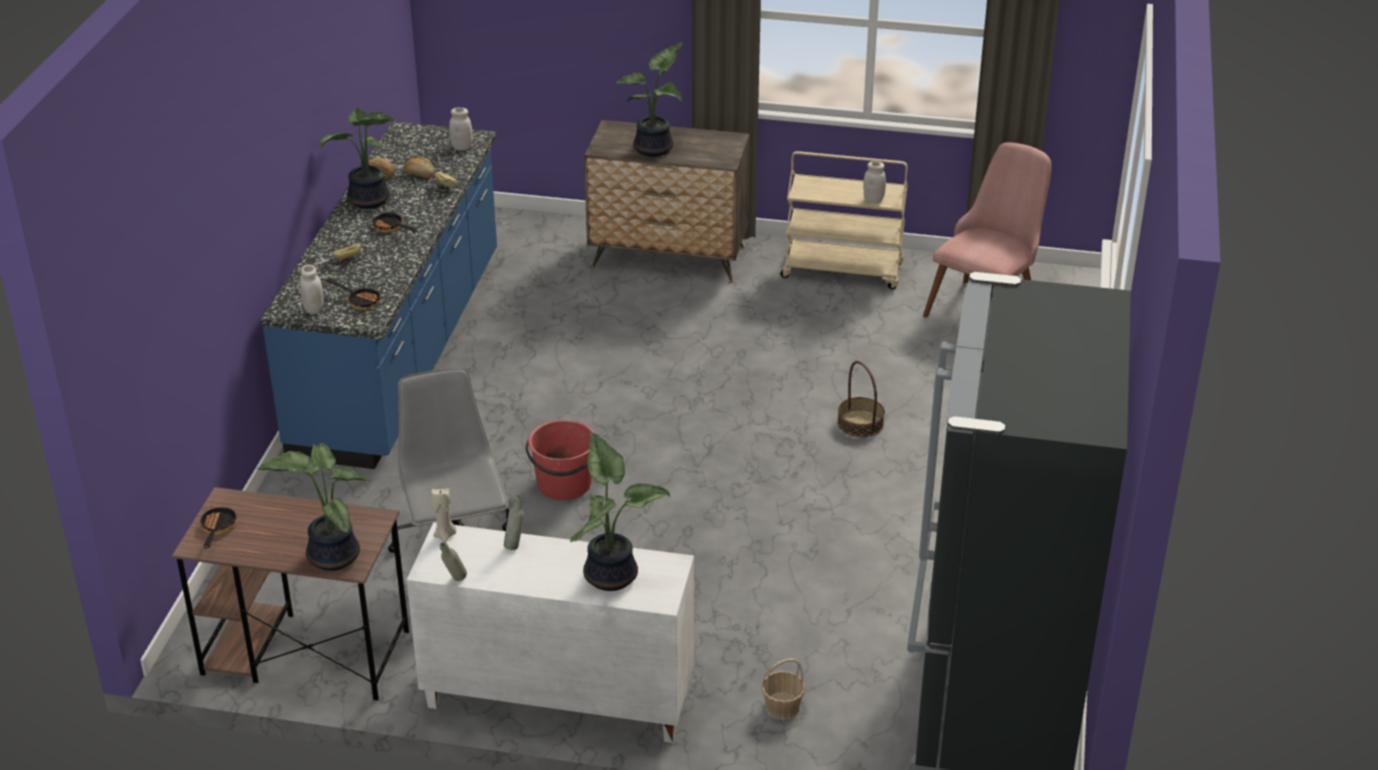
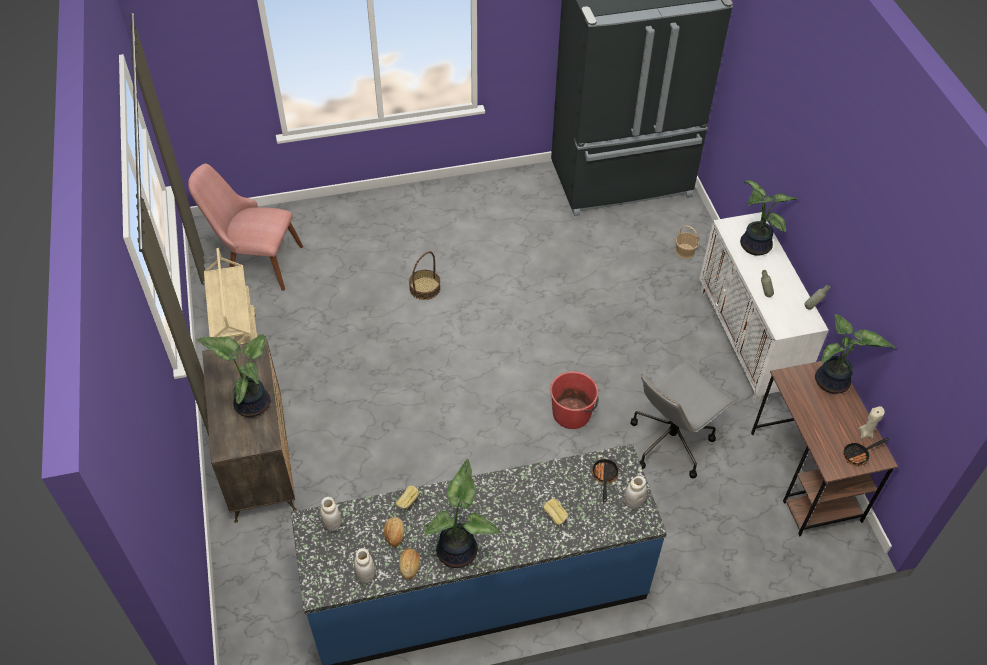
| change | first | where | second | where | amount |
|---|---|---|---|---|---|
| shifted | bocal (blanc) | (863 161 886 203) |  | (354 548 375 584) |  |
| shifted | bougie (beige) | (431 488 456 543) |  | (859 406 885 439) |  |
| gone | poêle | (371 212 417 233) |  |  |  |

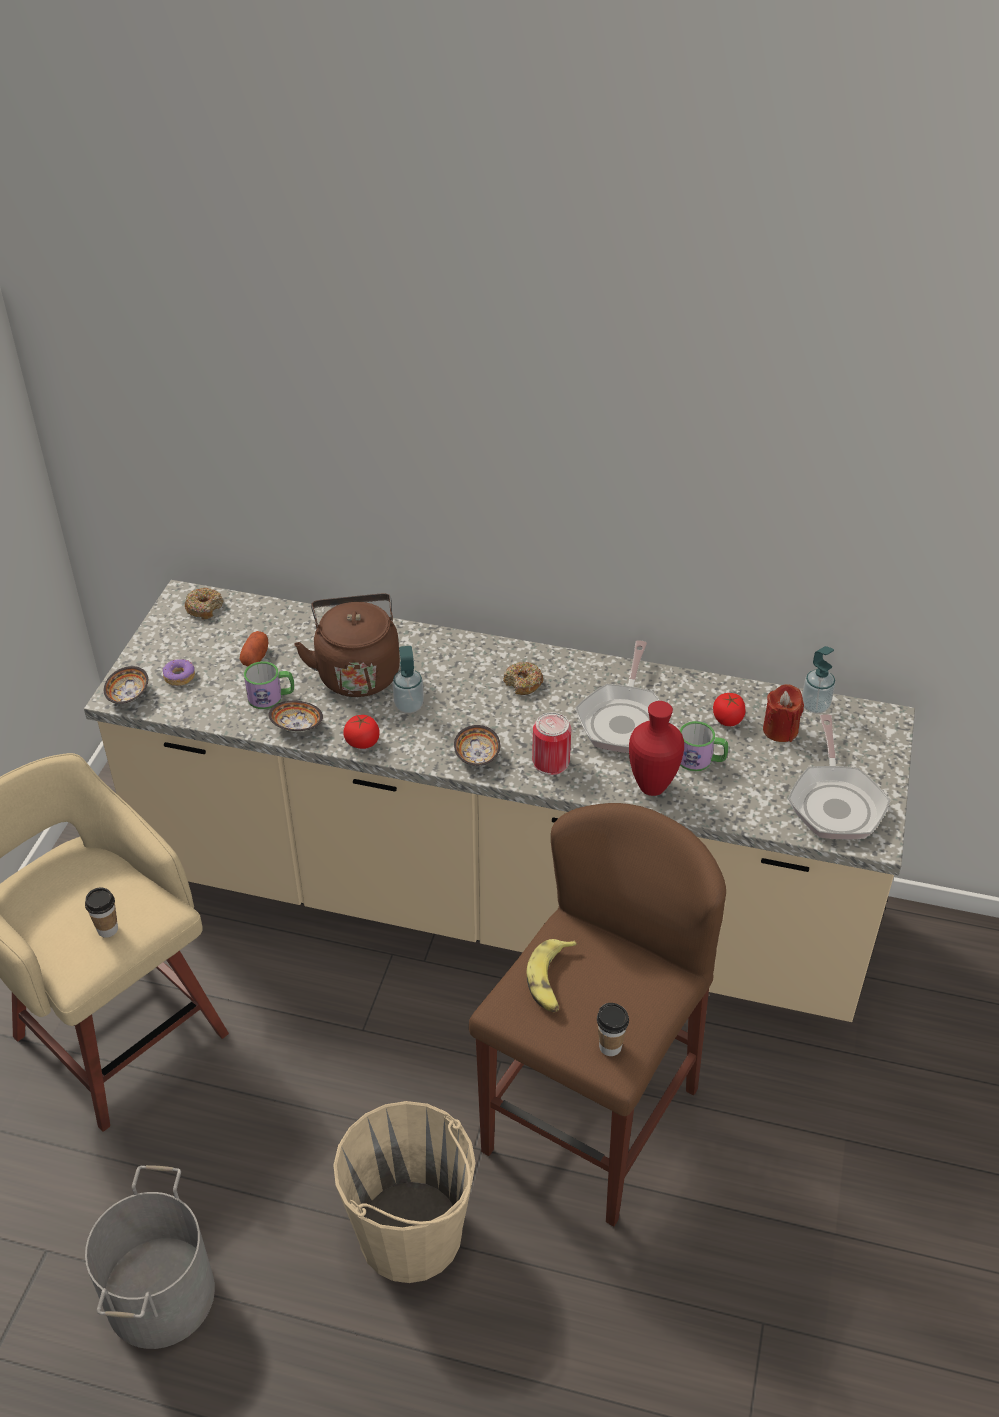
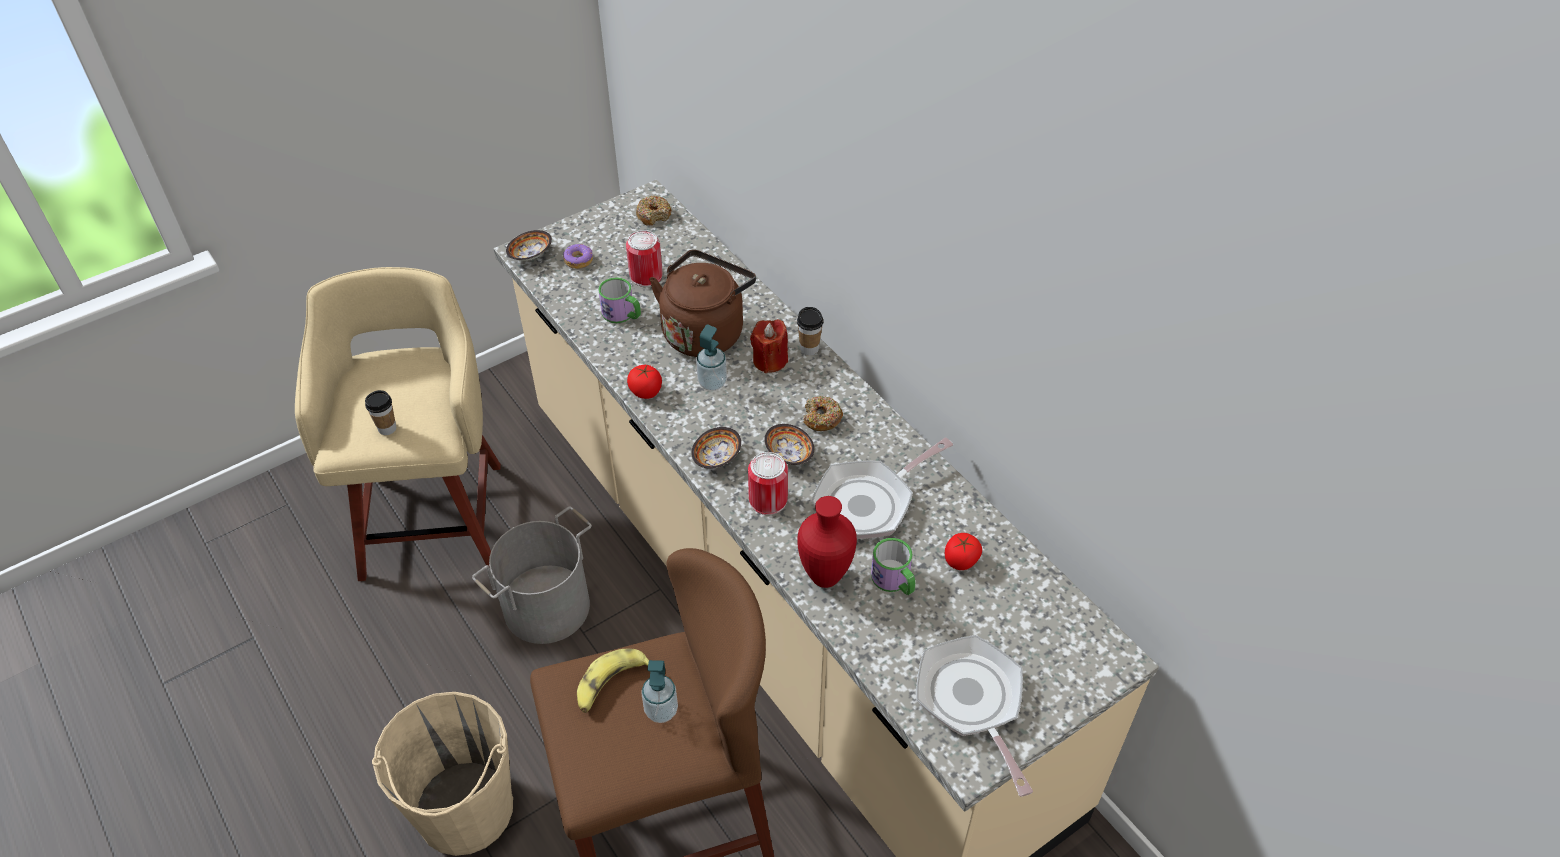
| change | first | where | second | where | amount |
|---|---|---|---|---|---|
| shifted | seau (gris) | (85 1165 215 1349) |  | (472 507 592 644) |  |
| swapped | pomme de terre | (240 631 269 666) | boîte métallique | (626 230 663 287) |  |
| shifted | distributeur de savon | (802 646 836 714) |  | (641 660 678 723) |  |
| shifted | bougie (rouge) | (763 684 804 742) |  | (750 319 788 373) |  |
| shifted | bol | (269 701 323 732) |  | (764 424 814 465) |  |
| shifted | tasse | (597 1003 629 1056) |  | (797 307 823 356) |  |
| rotated | poêle | (788 714 891 839) |  | (916 635 1033 797) | 120 degrees clockwise |

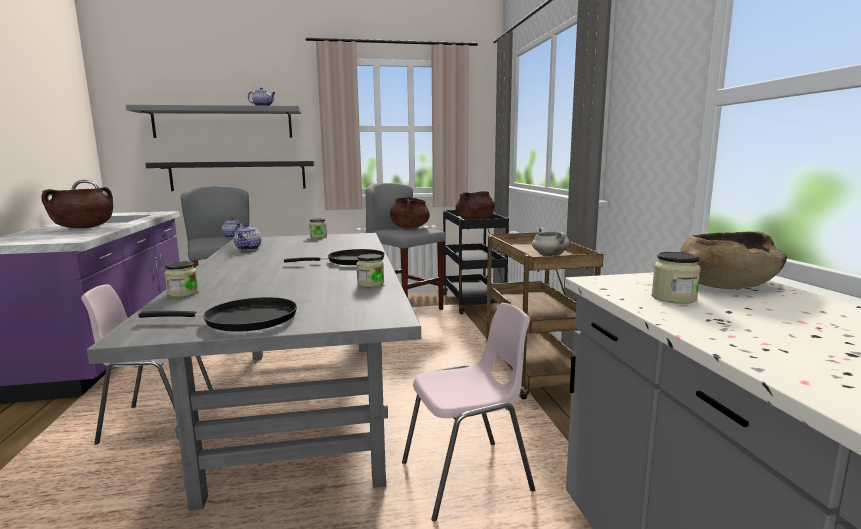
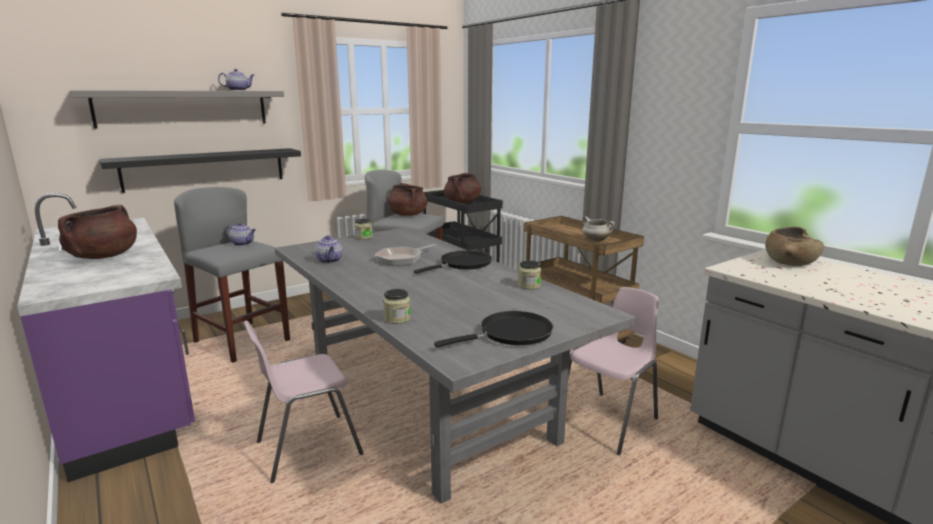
| change | first | where | second | where | amount |
|---|---|---|---|---|---|
| new |  |  | poêle | (374 244 437 266) |  |
| gone | bocal | (651 252 701 304) |  |  |  |

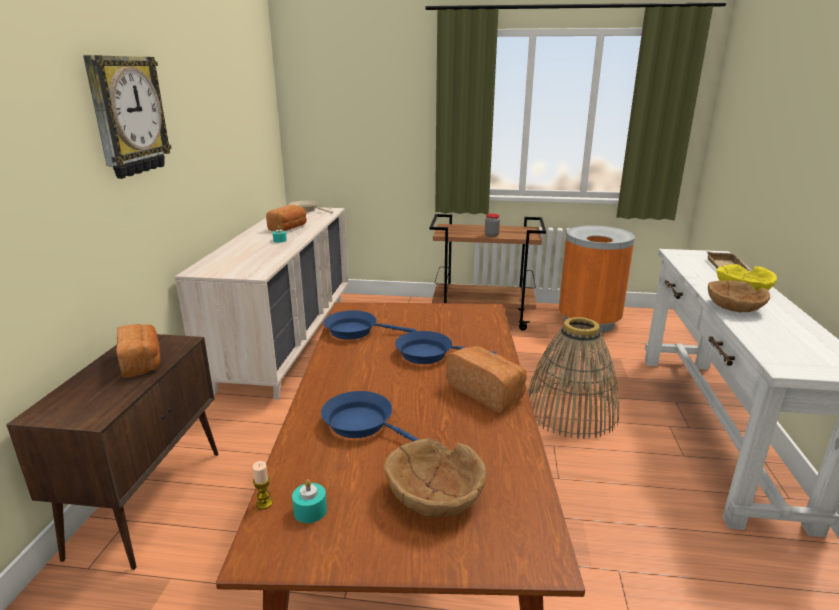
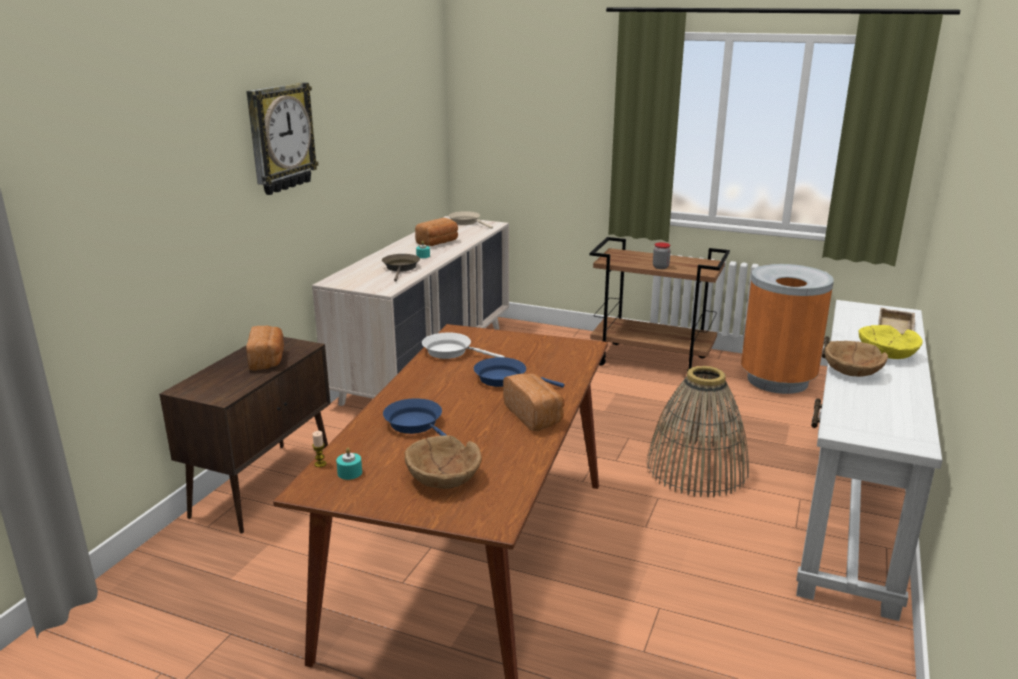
| change | first | where | second | where | amount |
|---|---|---|---|---|---|
| new |  |  | poêle (marron) | (382 254 420 282) |  |
| repainted | poêle (bleu) | (324 310 416 340) | poêle (blanc) | (422 332 505 359) |  |

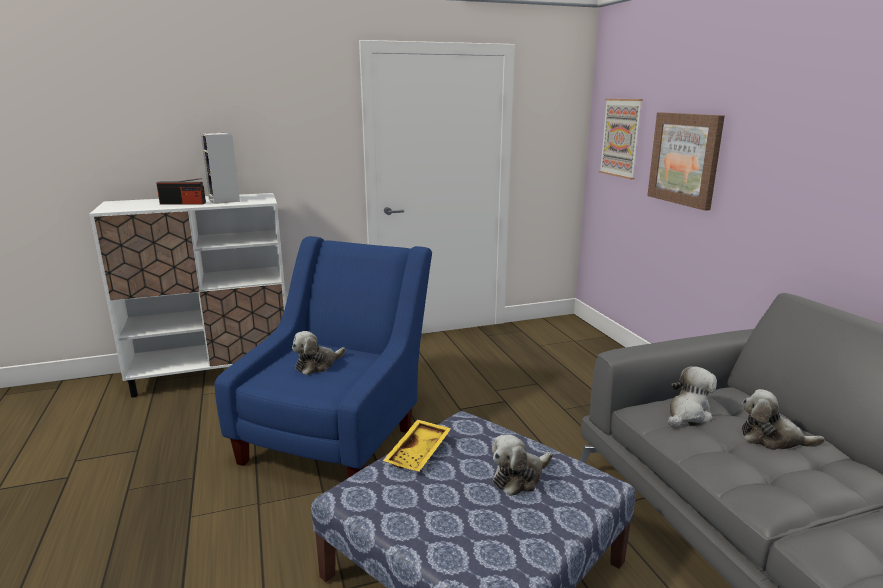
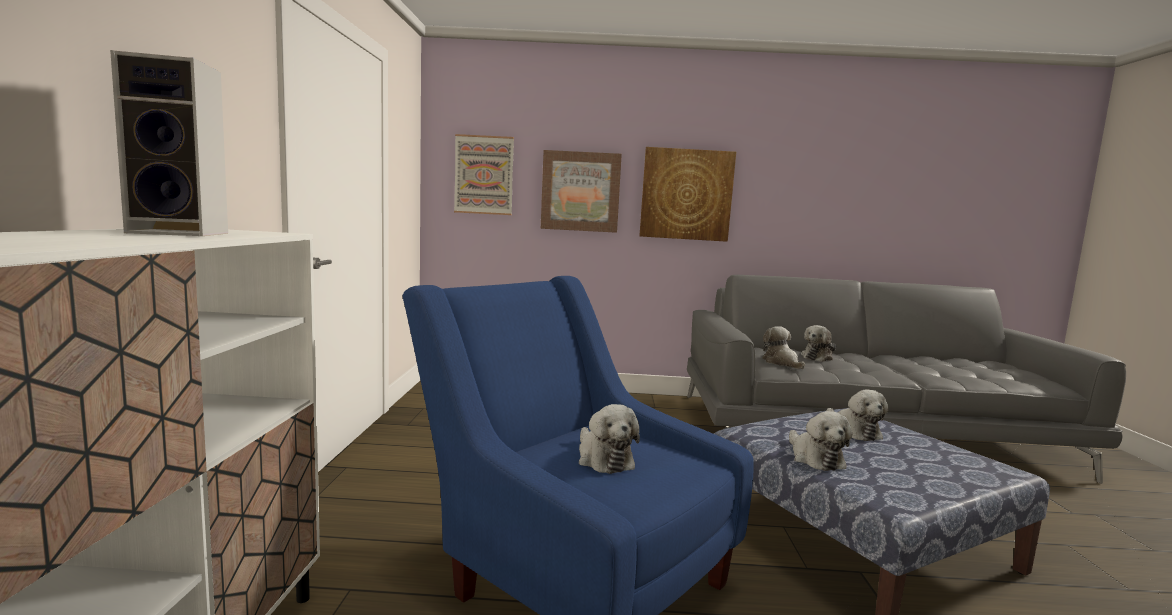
| change | first | where | second | where | amount |
|---|---|---|---|---|---|
| new |  |  | tableau | (639 147 736 242) |  |
| swapped | plateau (jaune) | (383 419 452 472) | peluche | (789 411 852 471) |  |
| gone | radio | (156 178 206 204) |  |  |  |

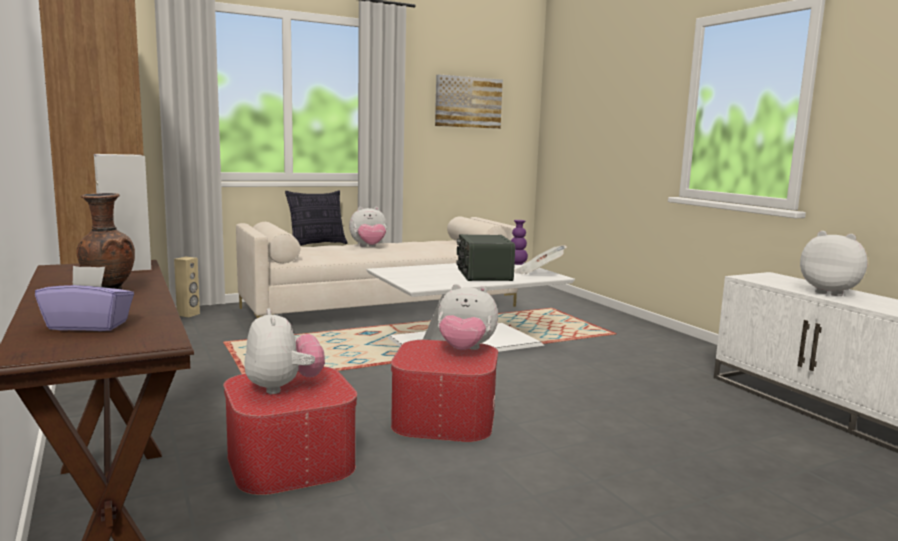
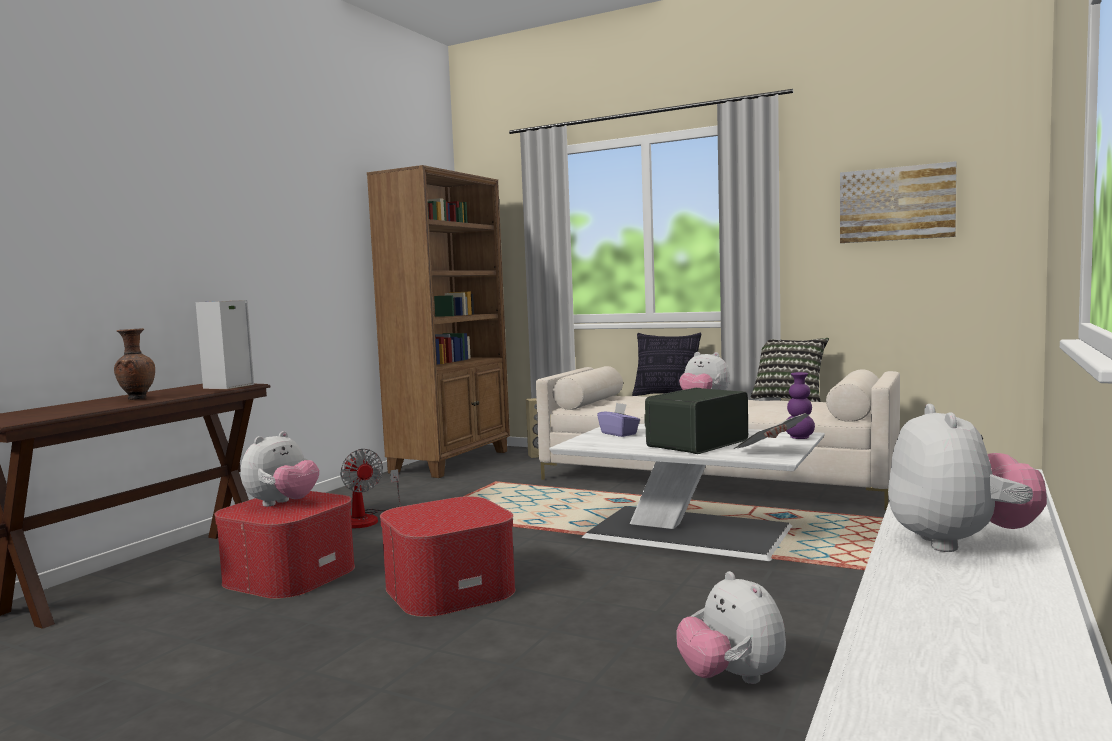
| change | first | where | second | where | amount |
|---|---|---|---|---|---|
| new |  |  | ventilateur | (340 449 401 528) |  |
| shifted | boîte à mouchoirs (violet) | (35 266 134 331) |  | (597 403 640 437) |  |
| shifted | peluche | (438 284 498 350) |  | (676 571 786 684) |  |
| new |  |  | coussin | (750 338 829 402) |  |

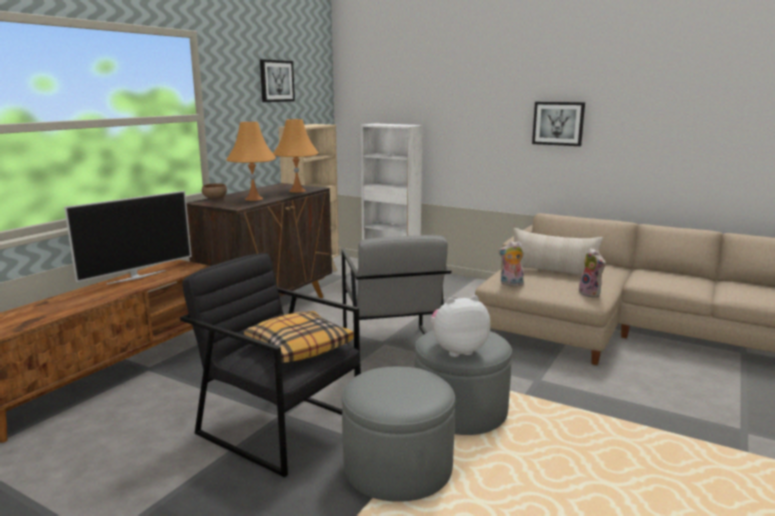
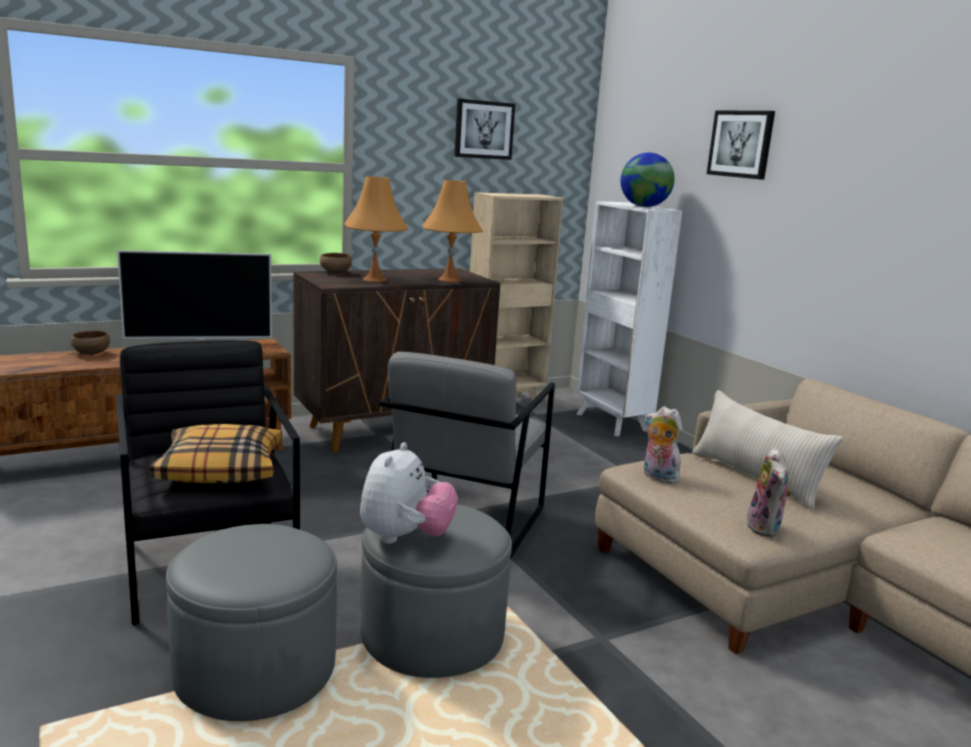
| change | first | where | second | where | amount |
|---|---|---|---|---|---|
| new |  |  | bol (marron) | (71 331 110 355) |  |
| rotated | peluche | (431 295 490 357) |  | (360 442 458 544) | 90 degrees clockwise |
| new |  |  | globe | (621 153 675 207) |  |
| shifted | tableau | (532 102 585 146) |  | (707 111 775 180) |  |

